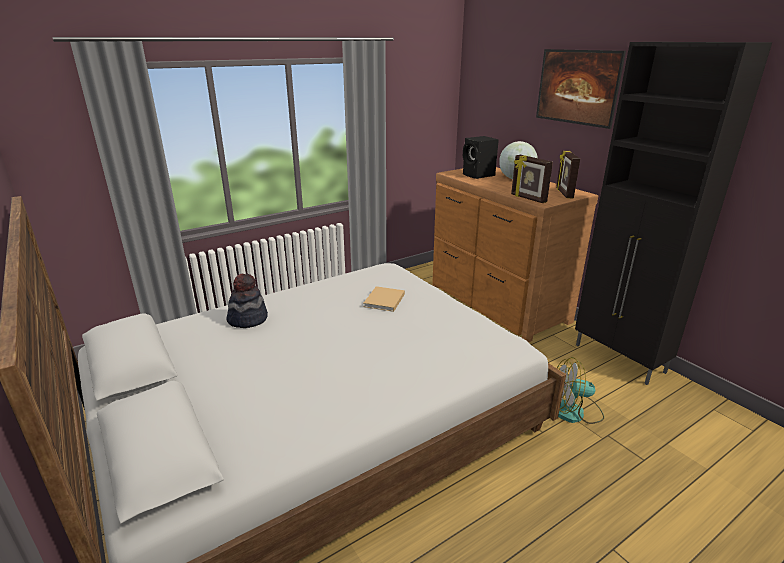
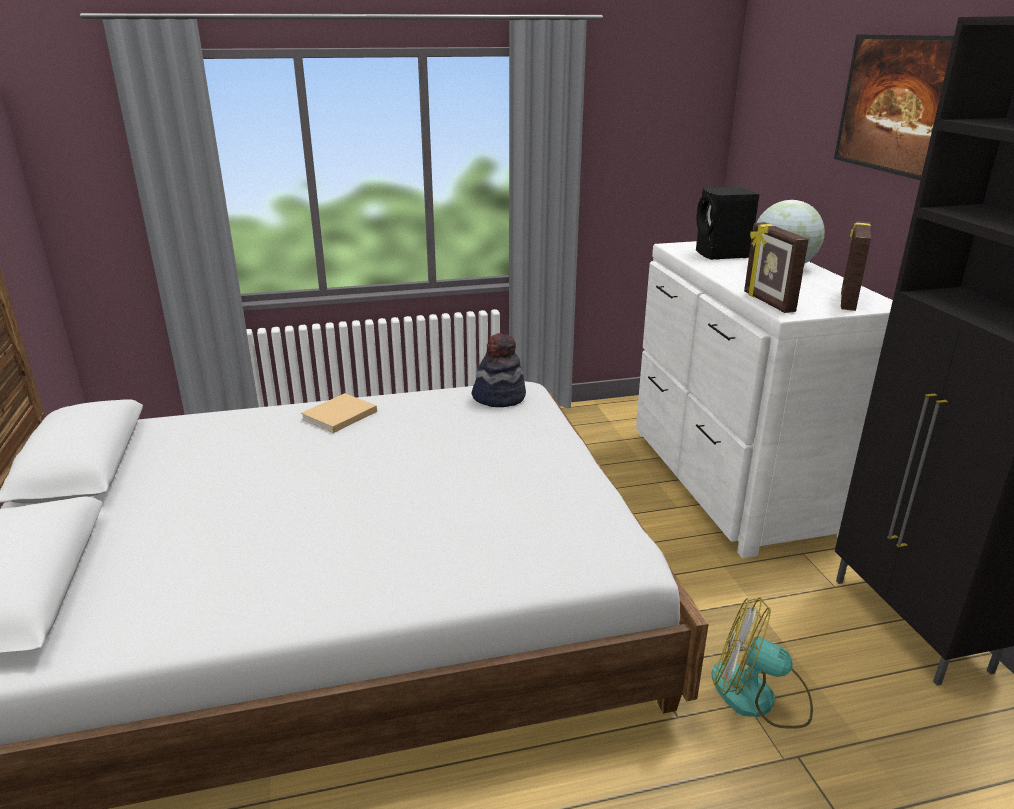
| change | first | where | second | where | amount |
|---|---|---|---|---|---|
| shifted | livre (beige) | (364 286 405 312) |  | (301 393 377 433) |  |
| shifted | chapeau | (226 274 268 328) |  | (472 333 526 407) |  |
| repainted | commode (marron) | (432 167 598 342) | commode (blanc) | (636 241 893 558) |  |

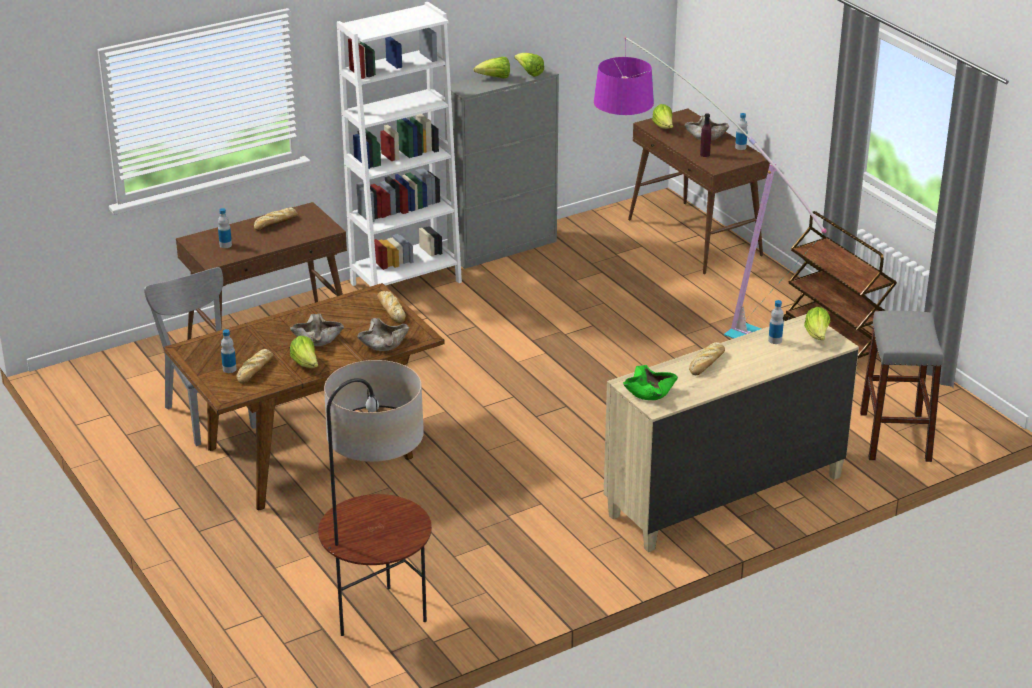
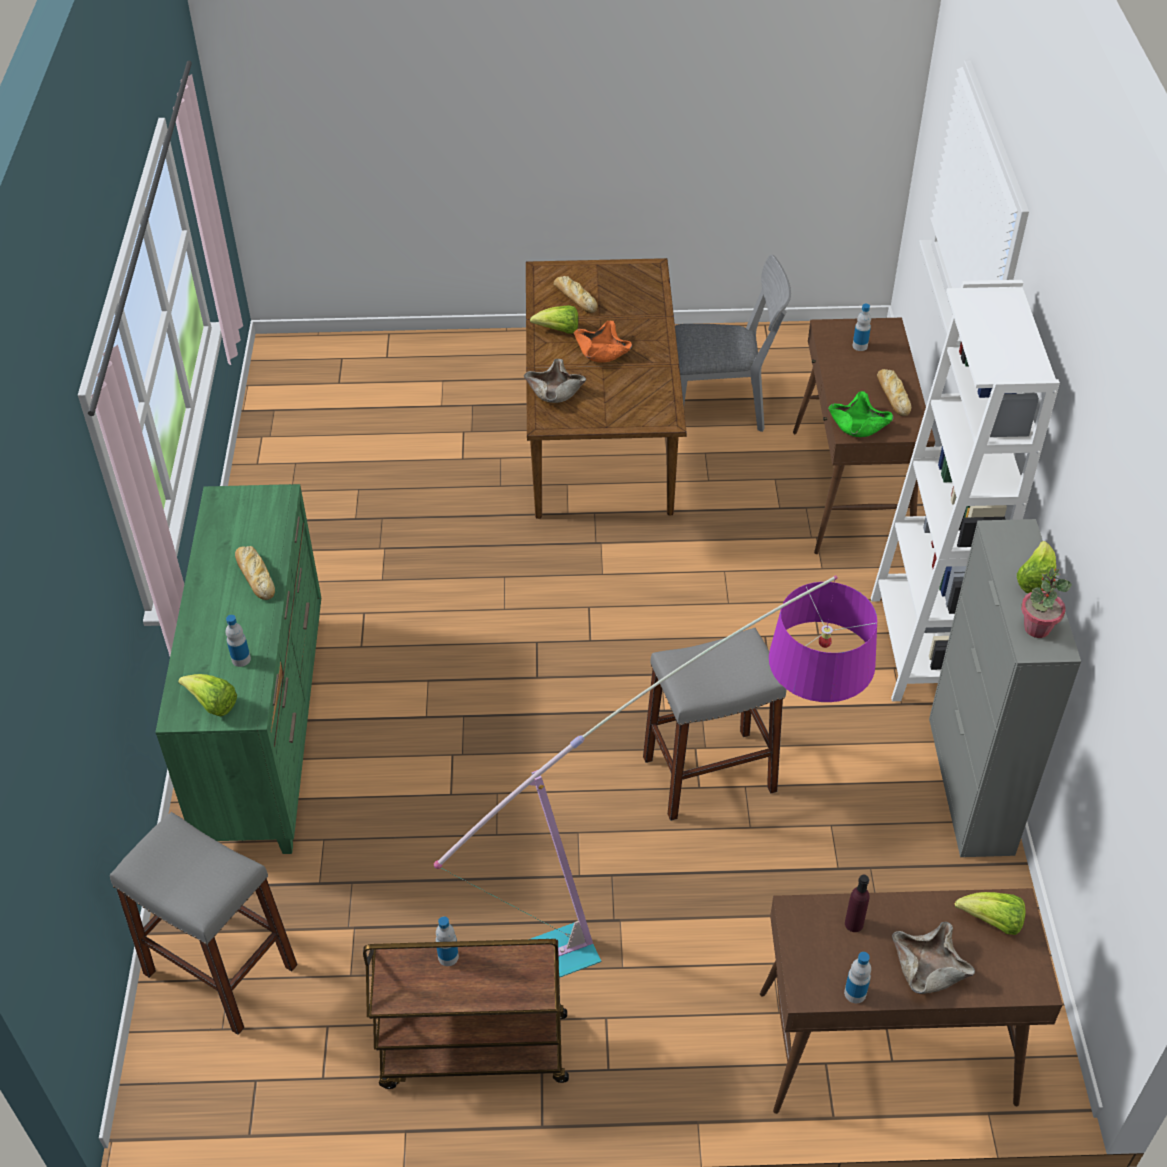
| change | first | where | second | where | amount |
|---|---|---|---|---|---|
| repainted | commode (beige) | (604 314 859 552) | commode (vert) | (155 484 321 854) |  |
| shifted | bouteille | (221 329 237 373) |  | (436 916 459 966) |  |
| repainted | bol (beige) | (290 314 344 346) | bol (orange) | (574 321 632 363) |  |
| new |  |  | tabouret (gris) | (643 628 786 821) |  |
| shifted | bol (vert) | (623 365 678 400) |  | (828 391 893 437) |  |
| swapped | laitue | (514 53 544 77) | plante en pot | (1021 568 1072 638) |  |
| gone | lampadaire | (318 360 432 636) |  |  |  |
| gone | pain | (377 291 405 323) |  |  |  |

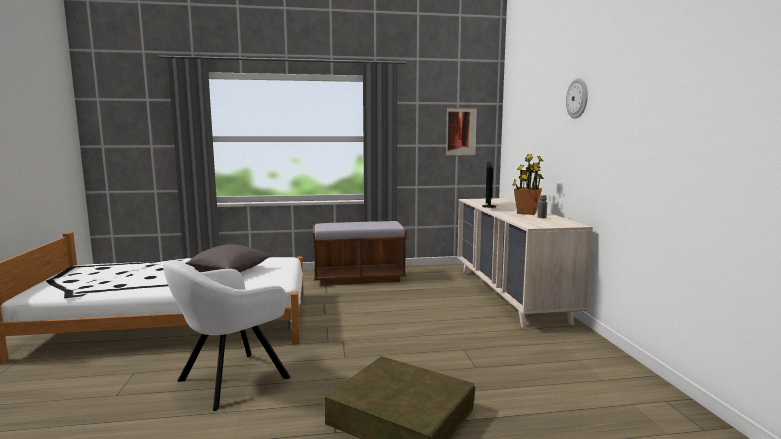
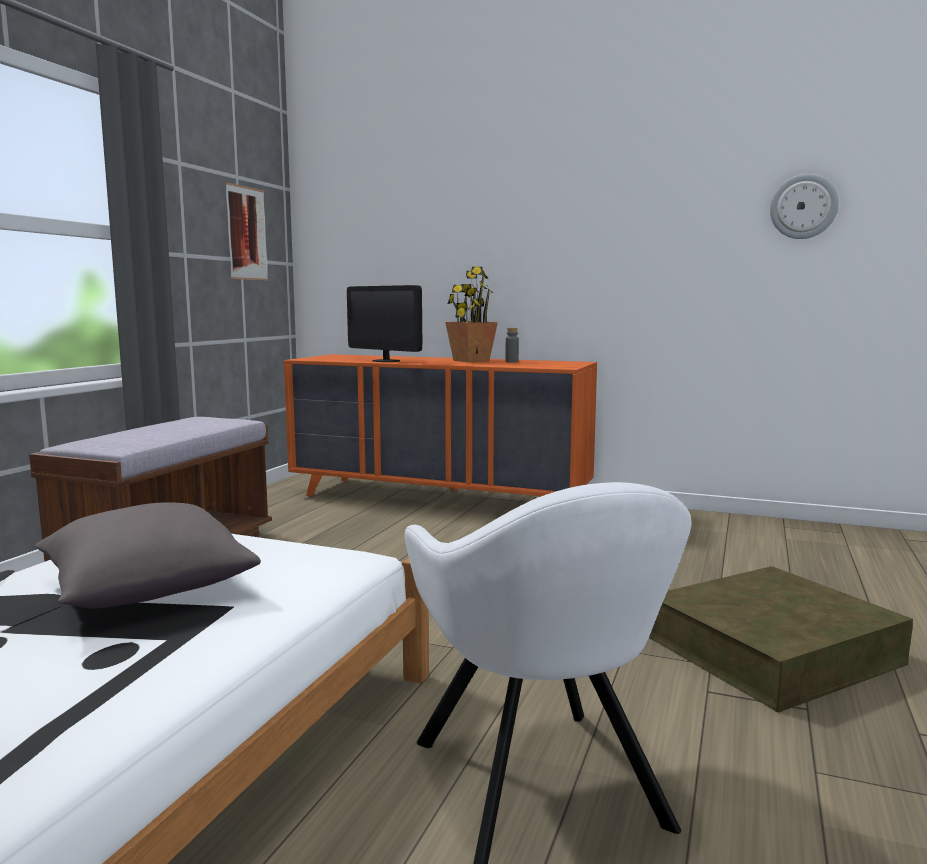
| change | first | where | second | where | amount |
|---|---|---|---|---|---|
| repainted | commode (beige) | (457 198 593 328) | commode (orange) | (284 354 597 497) |  |
| shifted | horloge murale | (566 78 588 119) |  | (770 174 839 239) |  |

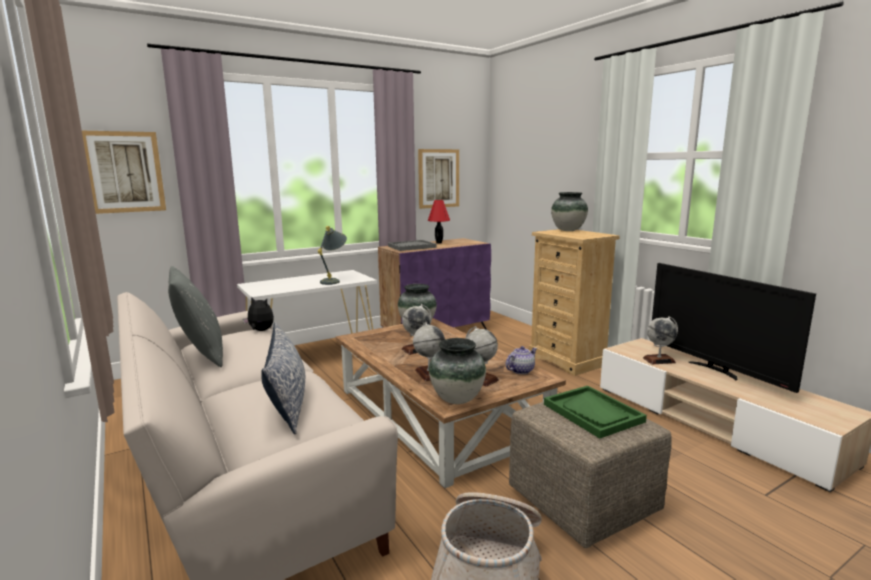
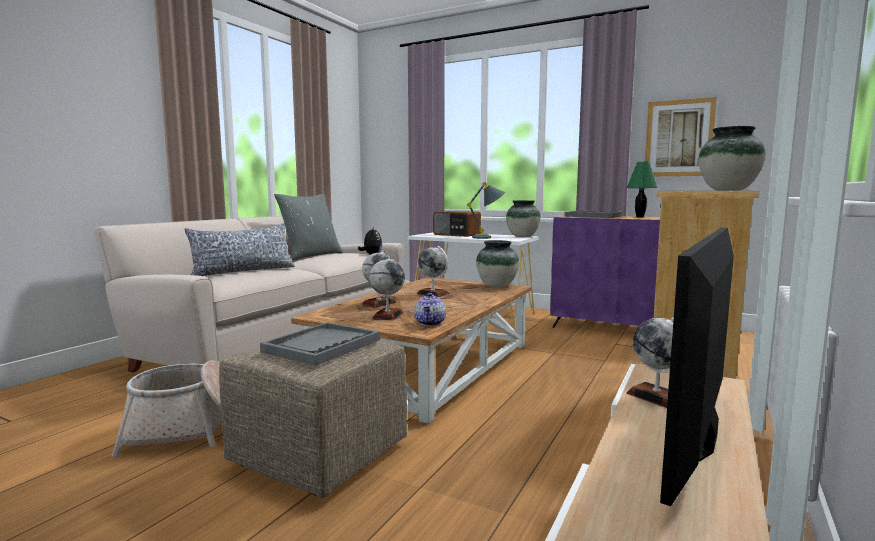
| change | first | where | second | where | amount |
|---|---|---|---|---|---|
| repainted | plateau (vert) | (544 386 647 438) | plateau (gris) | (260 322 380 366) |  |
| rotated | théière | (505 346 537 374) |  | (414 293 446 326) | 75 degrees clockwise |
| new |  |  | radio | (433 211 481 237) |  |
| shifted | vase | (429 338 486 404) |  | (506 200 541 237) |  |
| repainted | lampe de table (rouge) | (428 200 450 244) | lampe de table (vert) | (627 162 657 217) |  |
| gone | tableau | (82 131 166 214) |  |  |  |

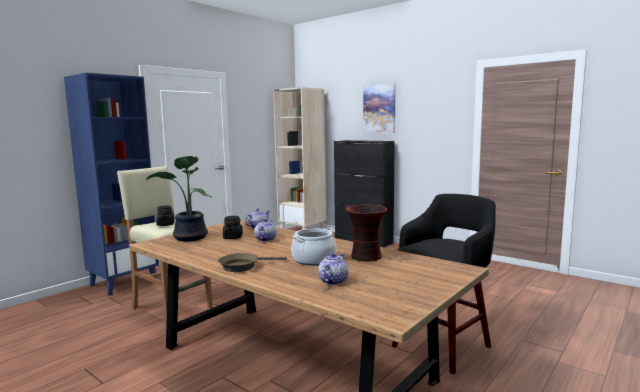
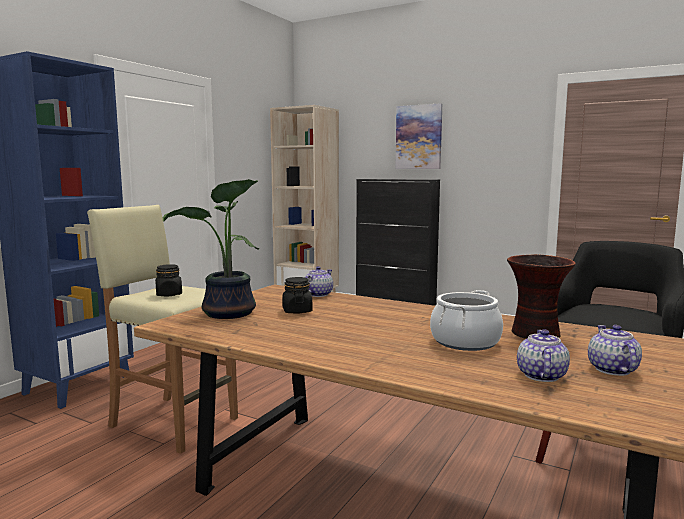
| change | first | where | second | where | amount |
|---|---|---|---|---|---|
| shifted | théière | (254 219 277 242) |  | (588 325 642 376) |  |
| gone | poêle (marron) | (218 253 287 272) |  |  |  |

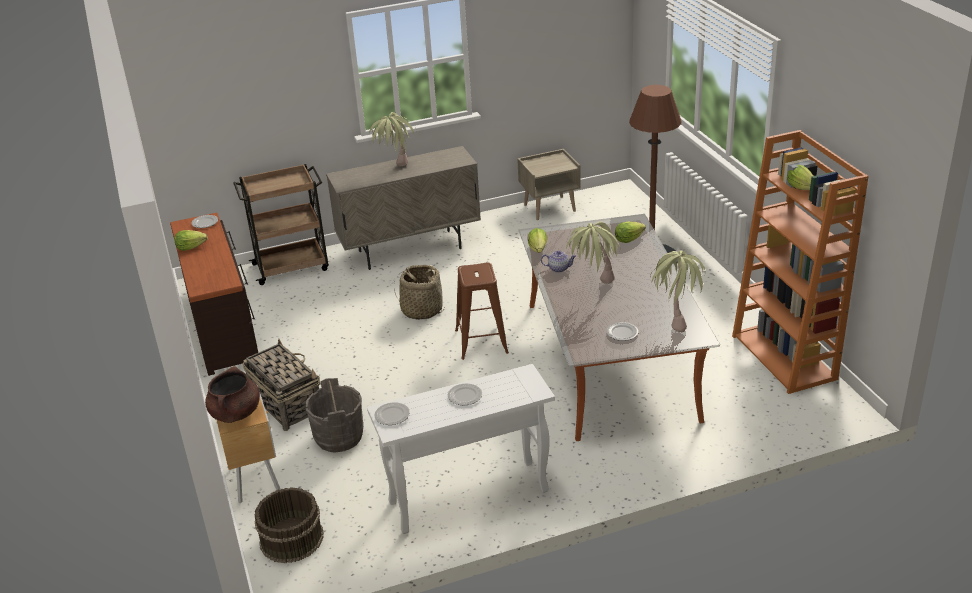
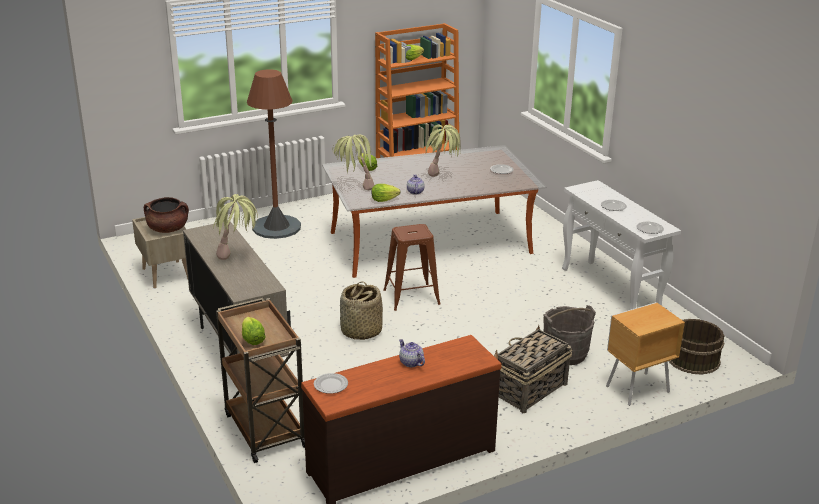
| change | first | where | second | where | amount |
|---|---|---|---|---|---|
| shifted | marmite (marron) | (205 366 260 423) |  | (144 197 189 233) |  |
| shifted | laitue | (174 230 208 251) |  | (242 317 266 345) |  |
| shifted | plante en pot | (650 251 705 332) |  | (333 135 375 190) |  |
| new |  |  | théière | (399 339 425 367) |  |

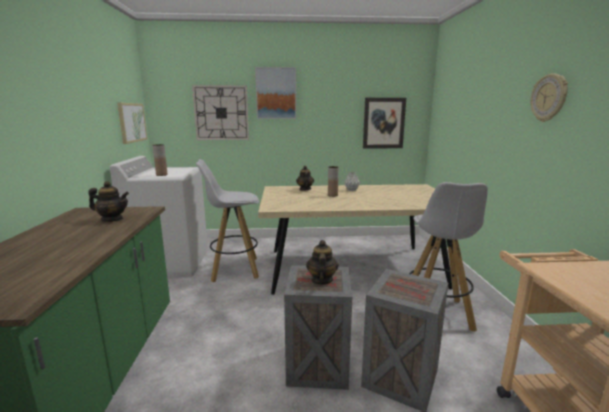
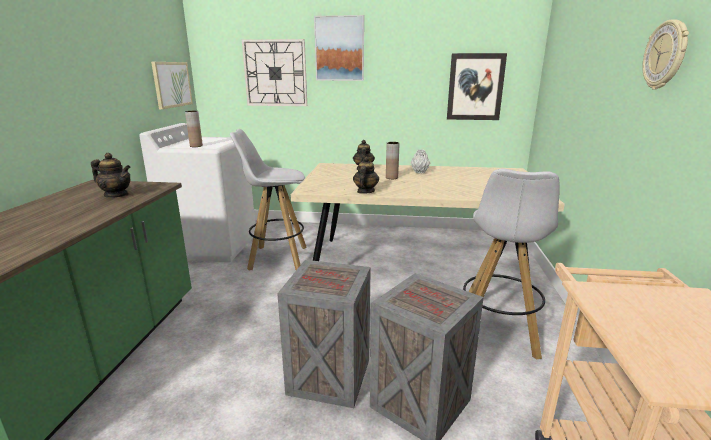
| change | first | where | second | where | amount |
|---|---|---|---|---|---|
| shifted | théière | (306 240 339 285) |  | (353 156 379 194) |  |

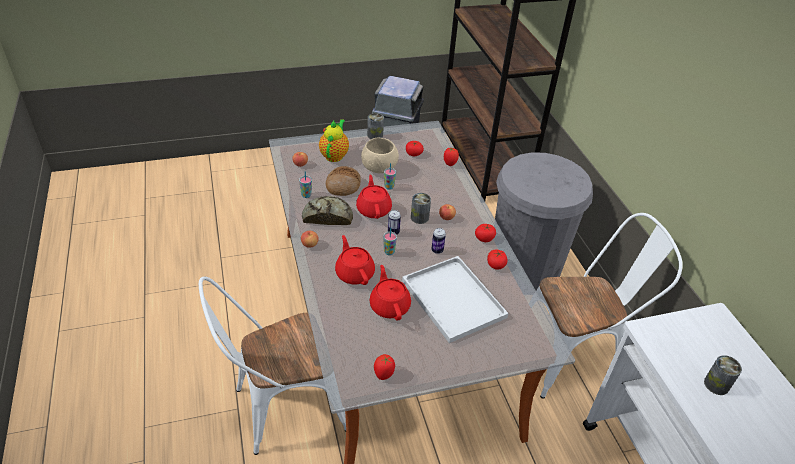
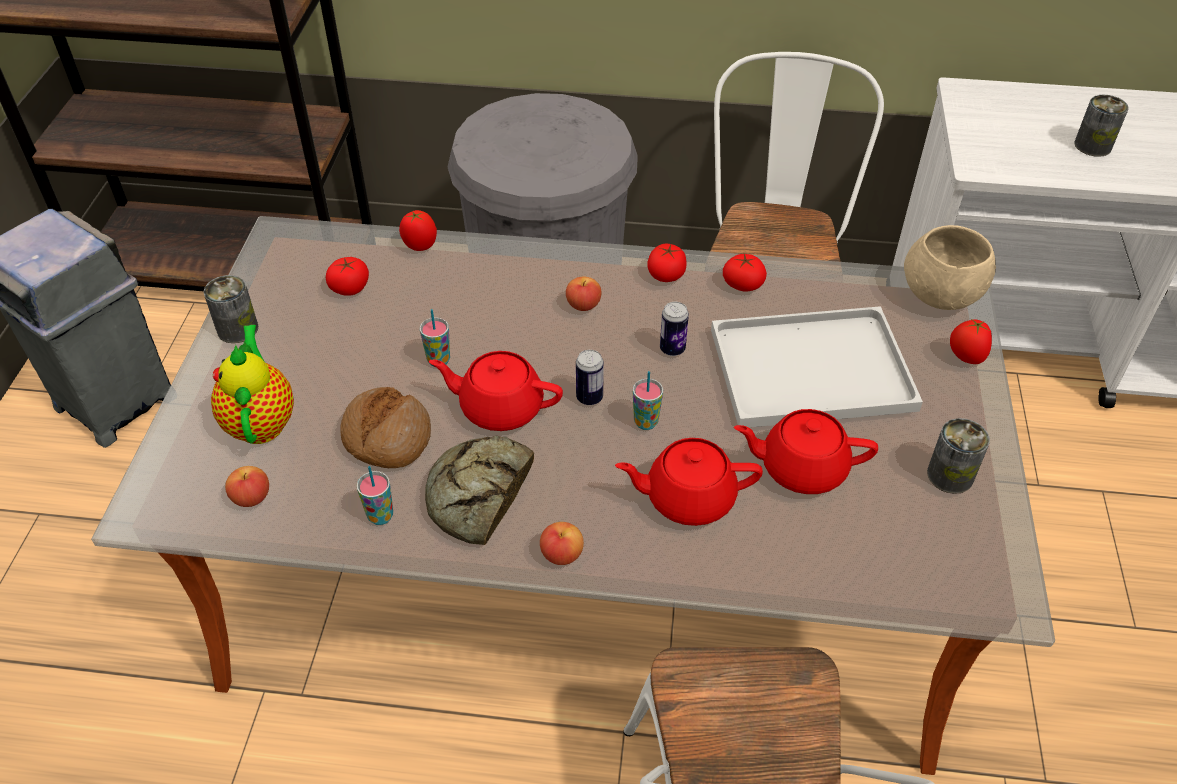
| change | first | where | second | where | amount |
|---|---|---|---|---|---|
| rotated | théière | (319 119 349 162) |  | (211 325 294 444) | 45 degrees clockwise |
| shifted | bol (beige) | (361 137 399 173) |  | (904 225 996 310) |  |
| shifted | boîte métallique | (411 193 431 224) |  | (927 418 990 494) |  |
| shifted | tomate | (374 354 395 380) |  | (950 319 992 364) |  |

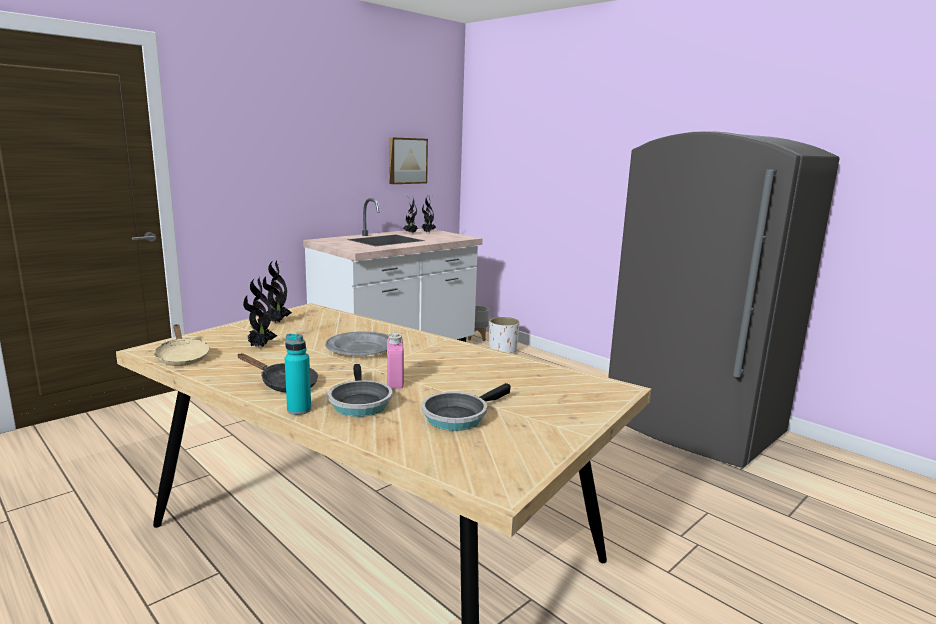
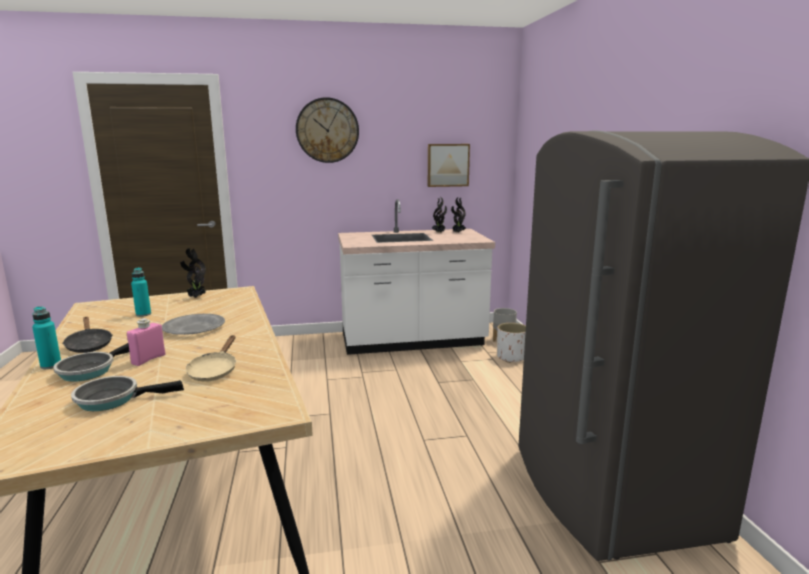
| change | first | where | second | where | amount |
|---|---|---|---|---|---|
| swapped | plante en pot | (243 277 277 347) | bouteille (turquoise) | (131 268 151 317) |  |
| shifted | poêle (beige) | (153 324 210 366) |  | (186 335 236 382) |  |
| new |  |  | horloge murale | (296 97 359 163) |  |

